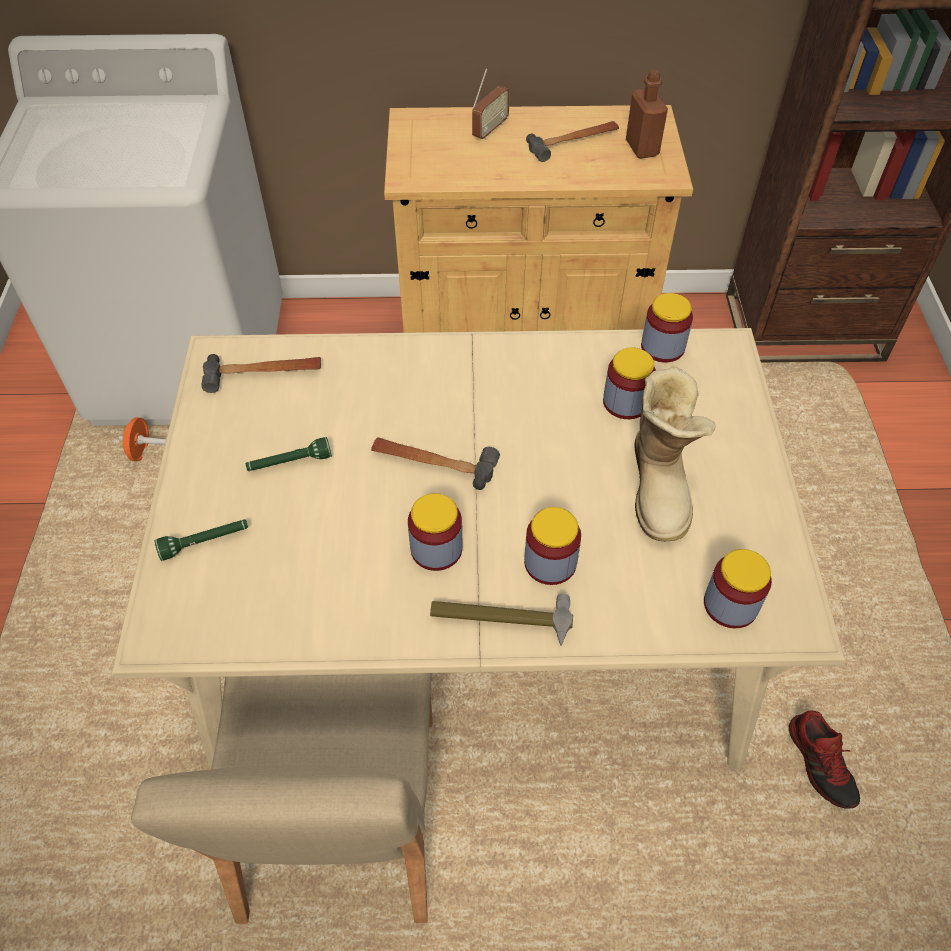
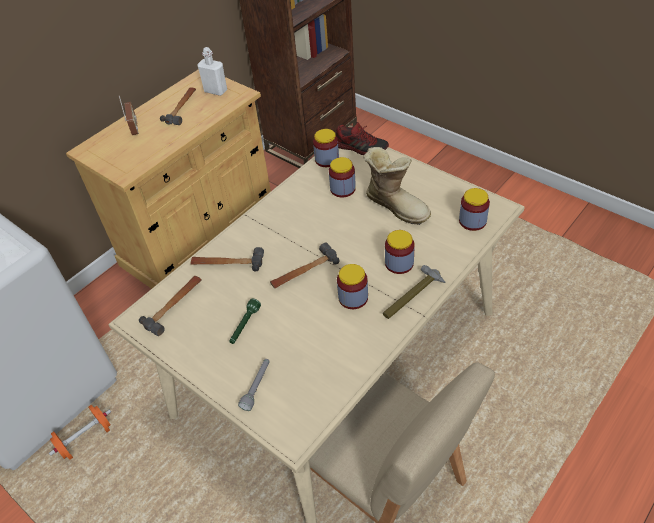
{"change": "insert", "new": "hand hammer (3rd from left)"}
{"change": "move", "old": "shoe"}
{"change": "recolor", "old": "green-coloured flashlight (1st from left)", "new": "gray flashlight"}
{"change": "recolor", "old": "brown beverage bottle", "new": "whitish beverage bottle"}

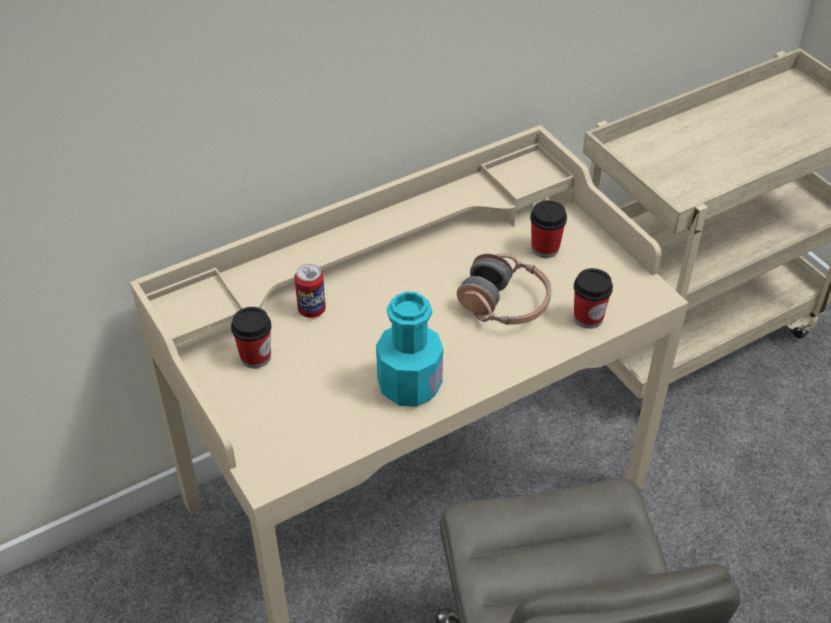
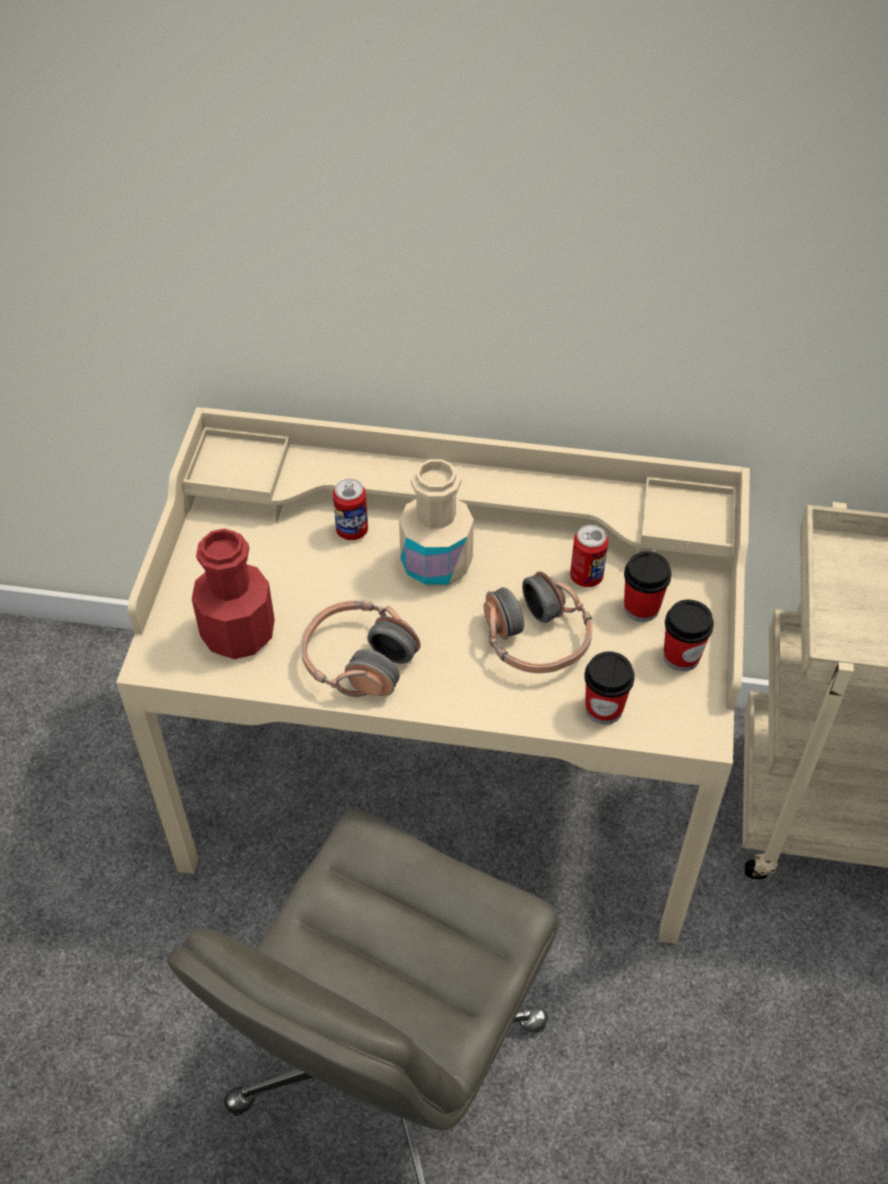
{"change": "insert", "new": "red-coloured beverage bottle"}
{"change": "insert", "new": "beige-coloured beverage bottle"}
{"change": "insert", "new": "can (2nd from left)"}
{"change": "move", "old": "drinking cup (1st from left in the first image)", "new": "drinking cup (3rd from left)"}
{"change": "replace", "old": "blue-green beverage bottle", "new": "headphones (1st from left)"}

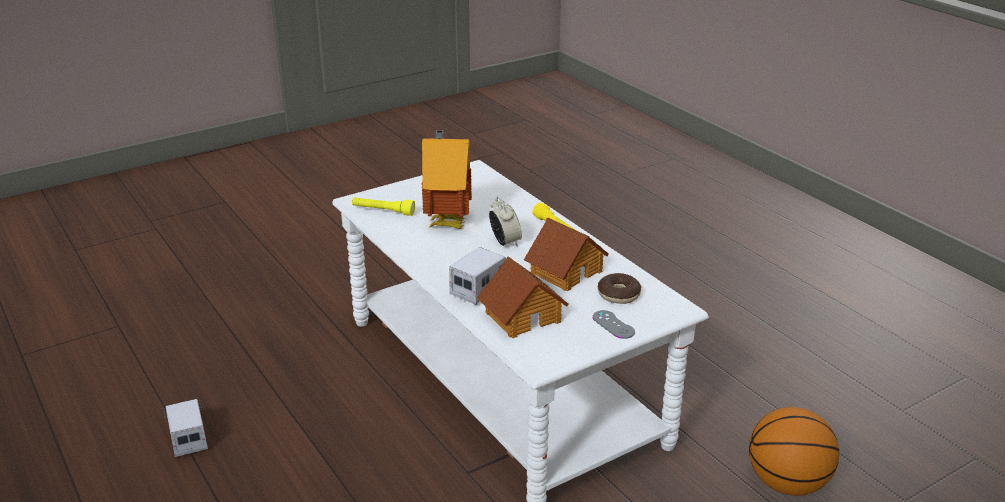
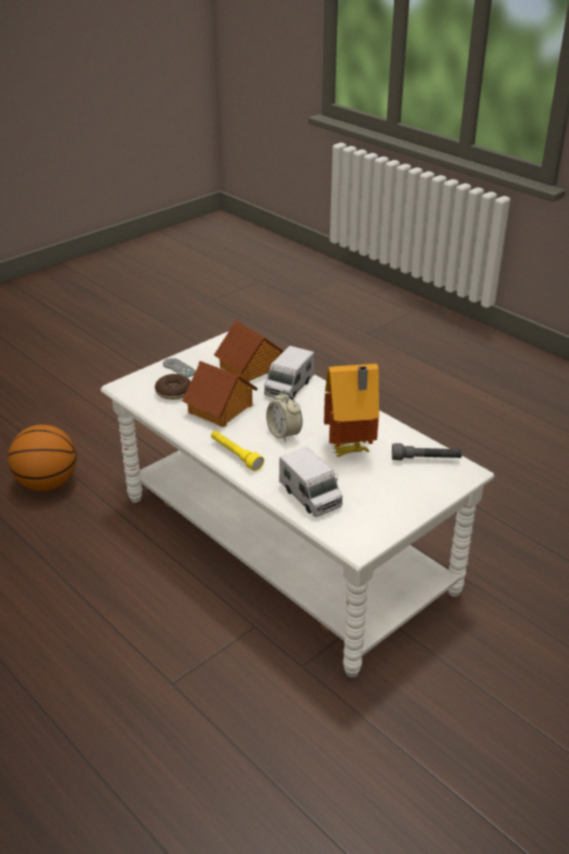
{"change": "move", "old": "toy lorry (1st from left in the first image)", "new": "toy lorry (2nd from left)"}
{"change": "recolor", "old": "yellowish flashlight (1st from left)", "new": "gray flashlight"}

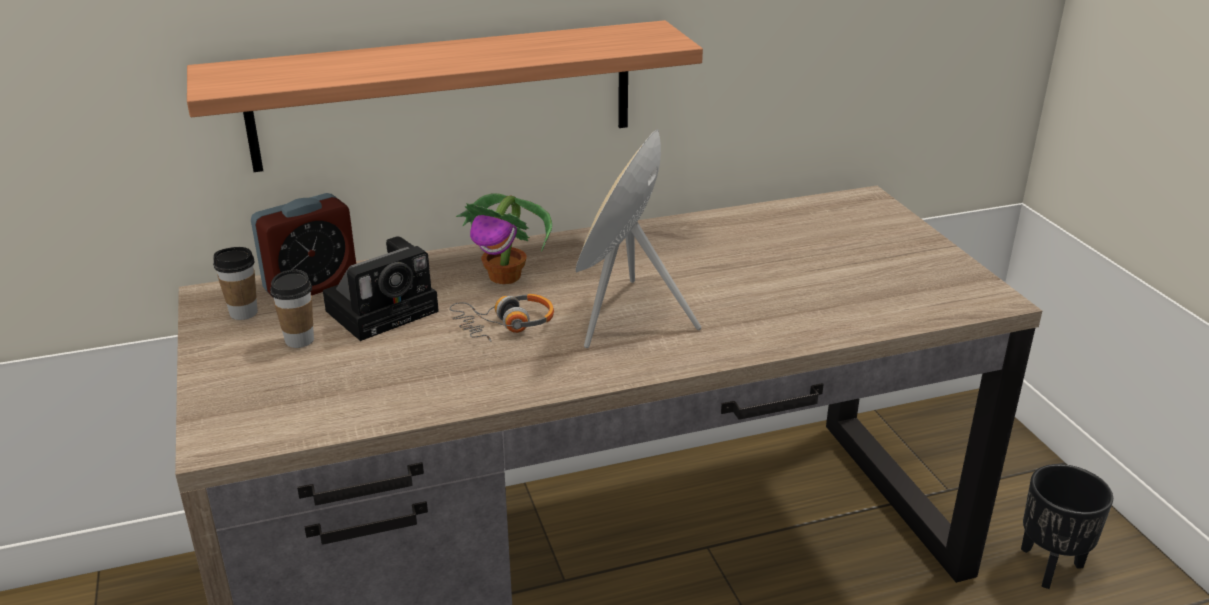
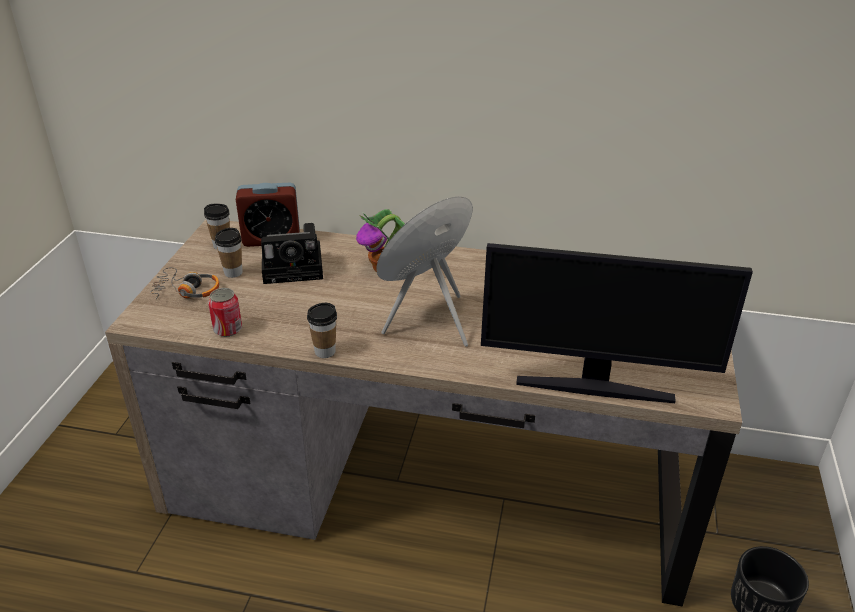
{"change": "delete", "old": "bracket shelf"}
{"change": "insert", "new": "can"}
{"change": "insert", "new": "drinking cup (3rd from left)"}
{"change": "insert", "new": "computer screen"}
{"change": "move", "old": "headphones"}

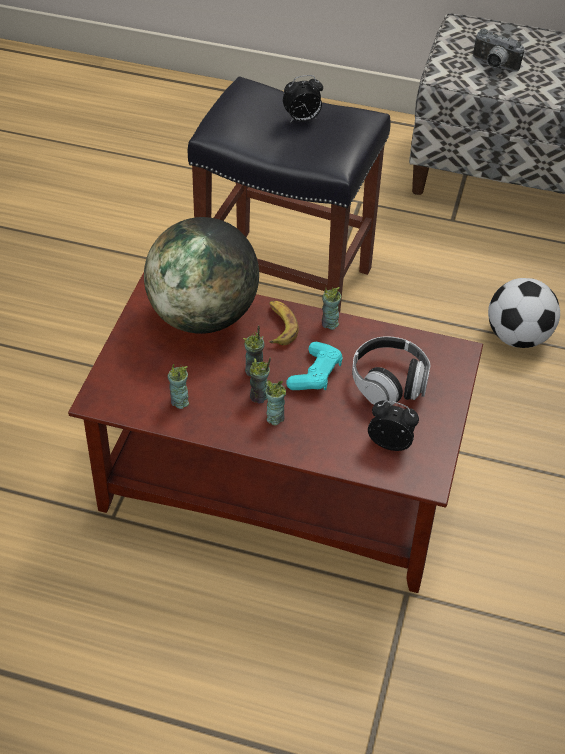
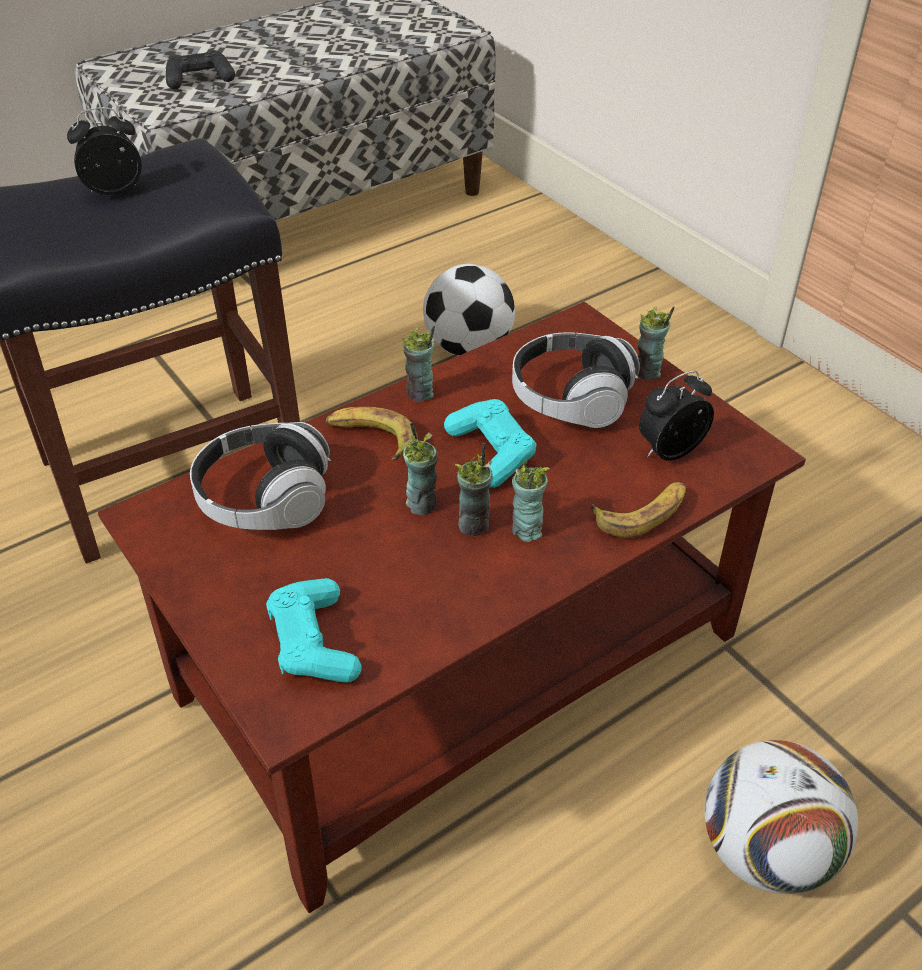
{"change": "insert", "new": "blue-green joypad (1st from left)"}
{"change": "insert", "new": "whole banana (2nd from left)"}
{"change": "insert", "new": "ball for football (2nd from left)"}
{"change": "move", "old": "drinking cup (1st from left in the first image)", "new": "drinking cup (5th from left)"}
{"change": "replace", "old": "world globe", "new": "headphones (1st from left)"}
{"change": "replace", "old": "photo camera", "new": "black joypad"}
{"change": "rotate", "old": "bedside clock (1st from left)", "degrees": -135}

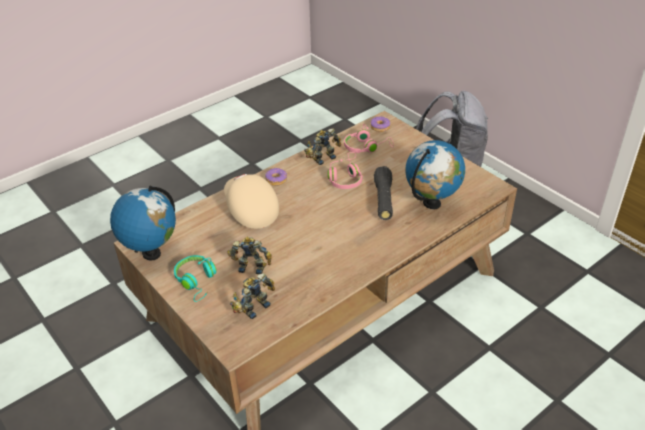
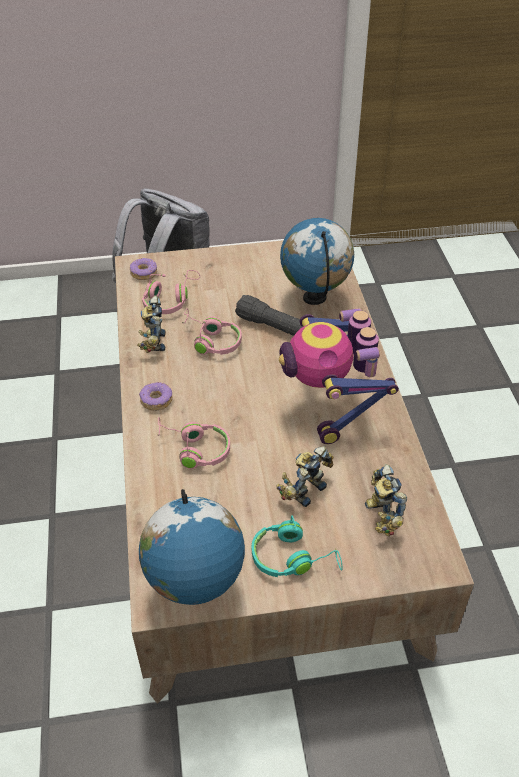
{"change": "insert", "new": "model robot (3rd from left)"}
{"change": "replace", "old": "beige-coloured cap", "new": "pinkish headphones (2nd from left)"}

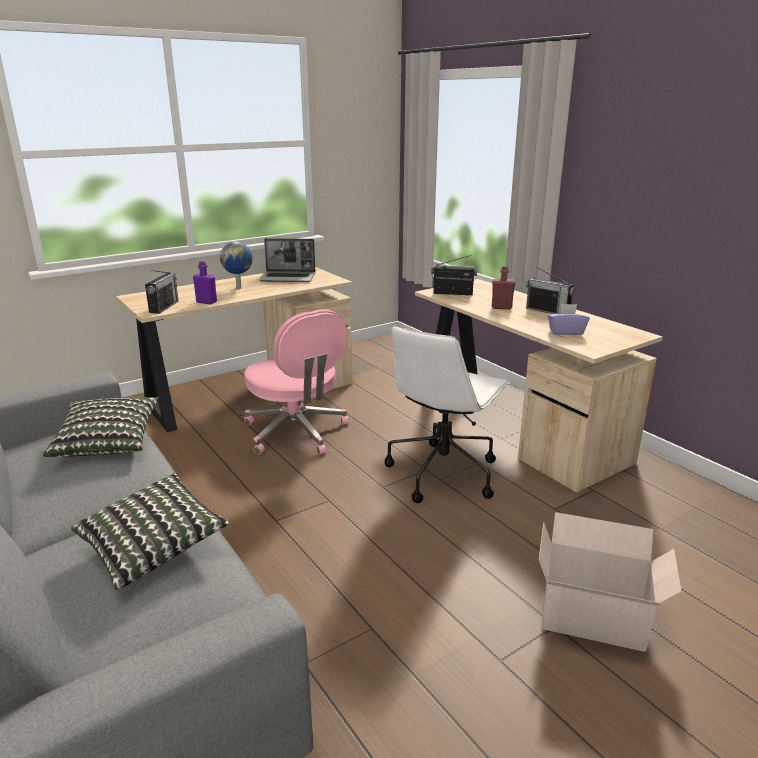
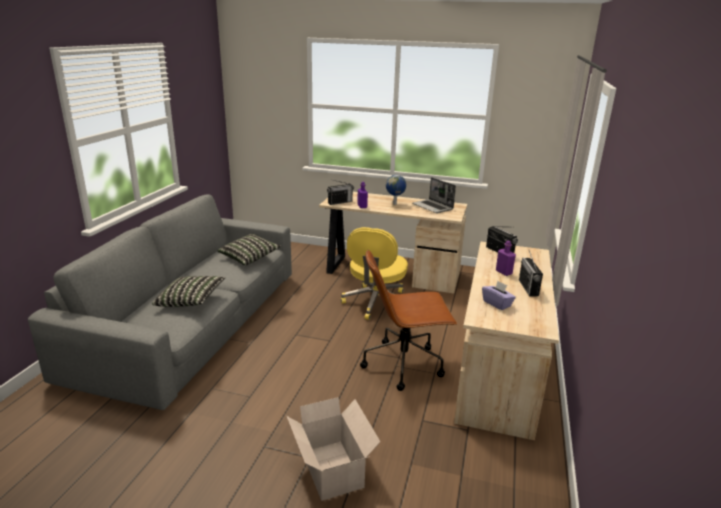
{"change": "recolor", "old": "pinkish office chair", "new": "yellowish office chair"}
{"change": "recolor", "old": "whitish office chair", "new": "brown office chair"}
{"change": "recolor", "old": "red-coloured beverage bottle", "new": "purple-coloured beverage bottle (2nd from left)"}

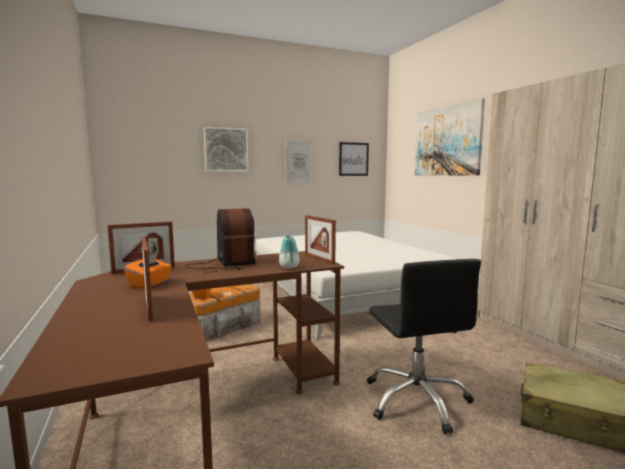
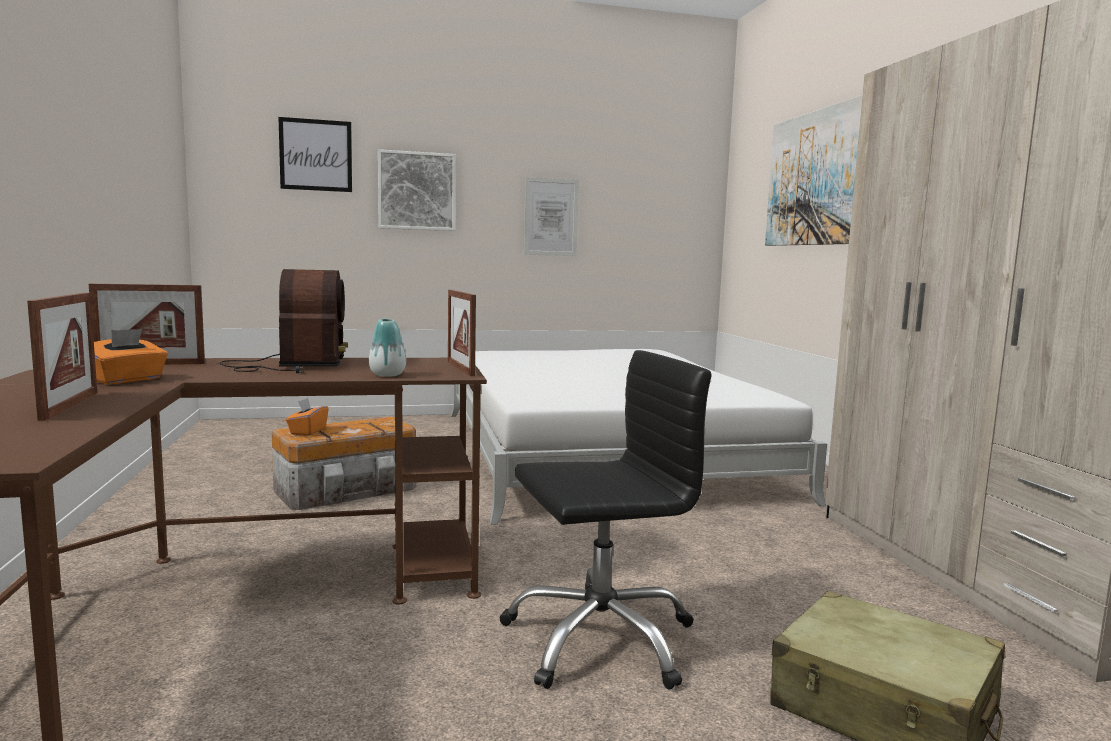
{"change": "move", "old": "picture (3rd from left in the first image)", "new": "picture (1st from left)"}
{"change": "rotate", "old": "black office chair", "degrees": -105}

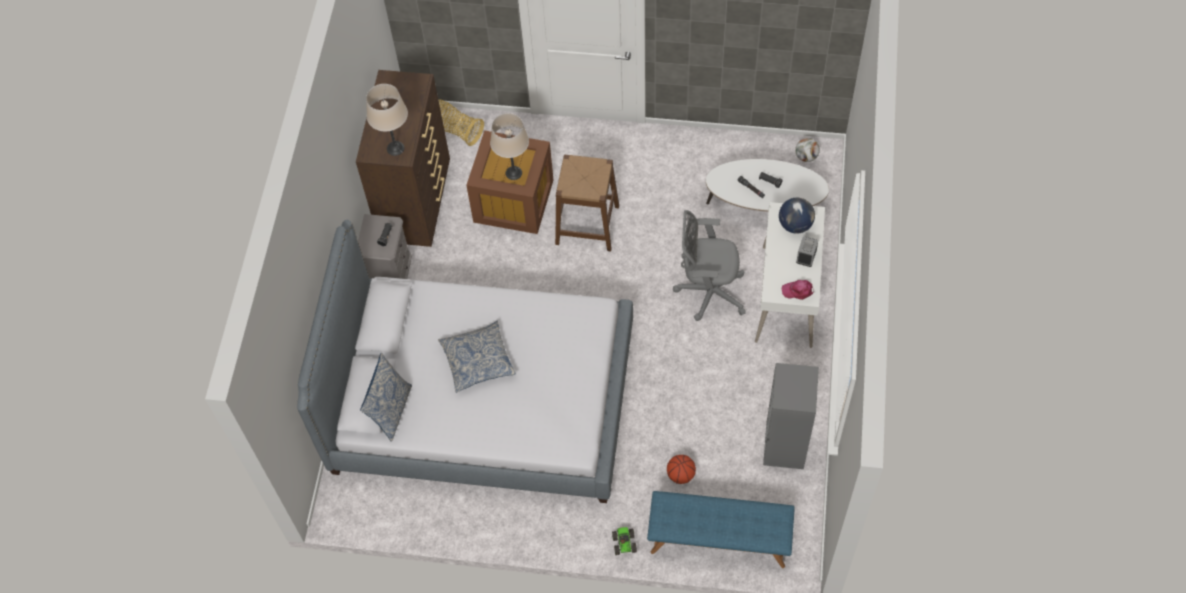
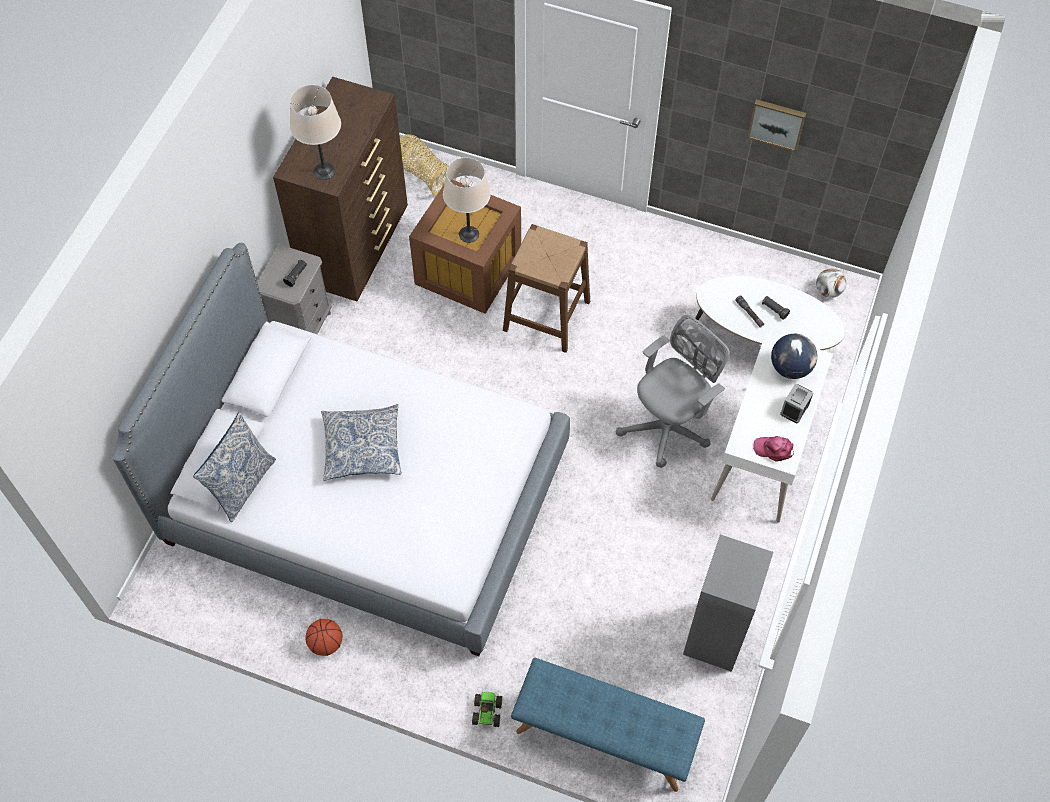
{"change": "insert", "new": "picture"}
{"change": "move", "old": "basketball"}
{"change": "rotate", "old": "gray office chair", "degrees": 120}

